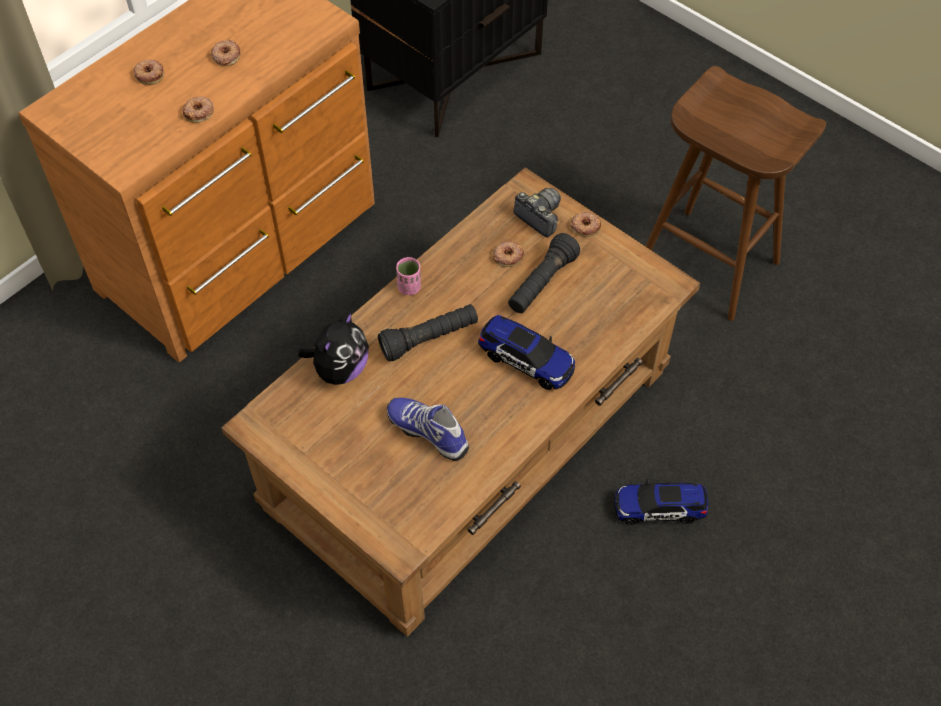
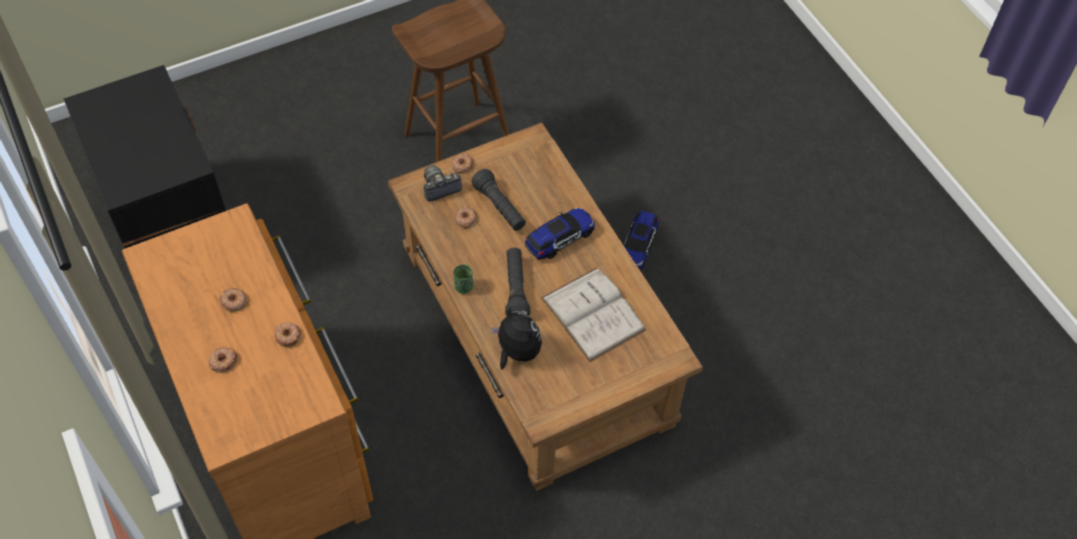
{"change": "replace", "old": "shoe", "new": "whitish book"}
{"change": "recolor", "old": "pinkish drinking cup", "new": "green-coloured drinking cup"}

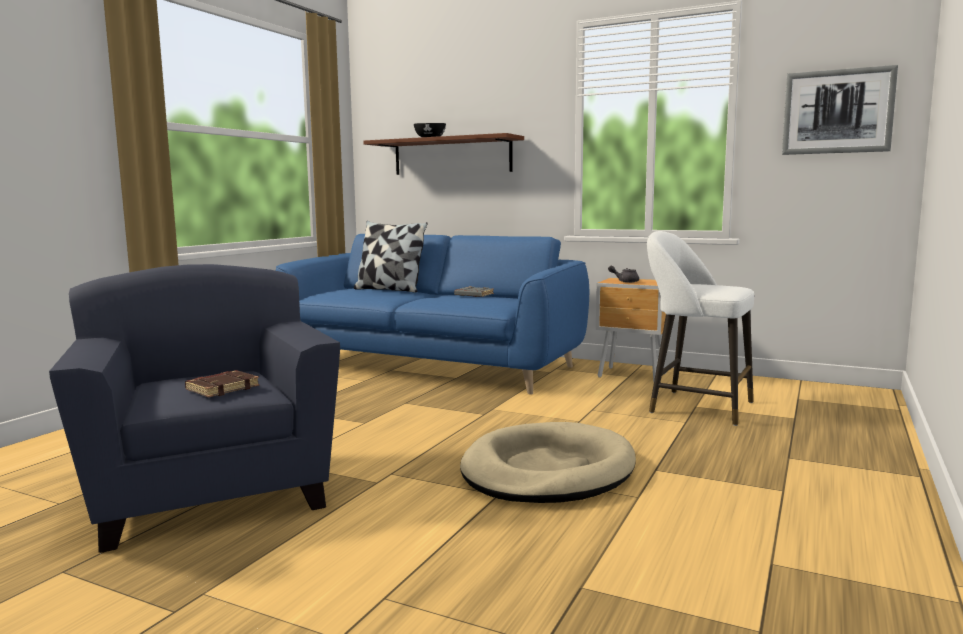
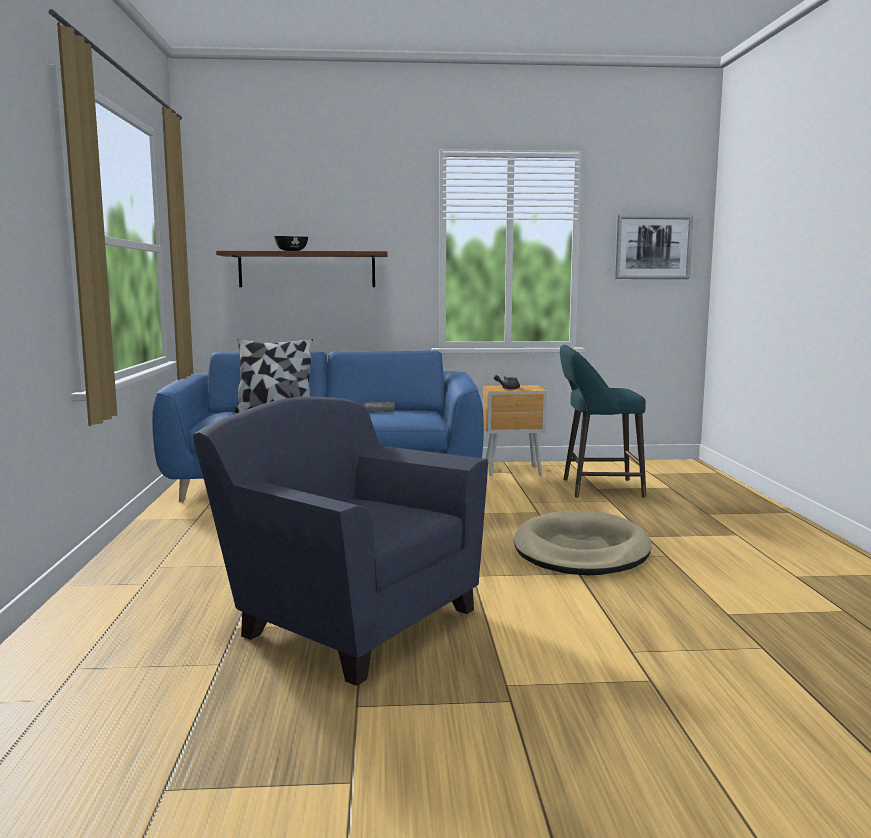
{"change": "delete", "old": "brown book"}
{"change": "recolor", "old": "whitish sitting stool", "new": "blue-green sitting stool"}

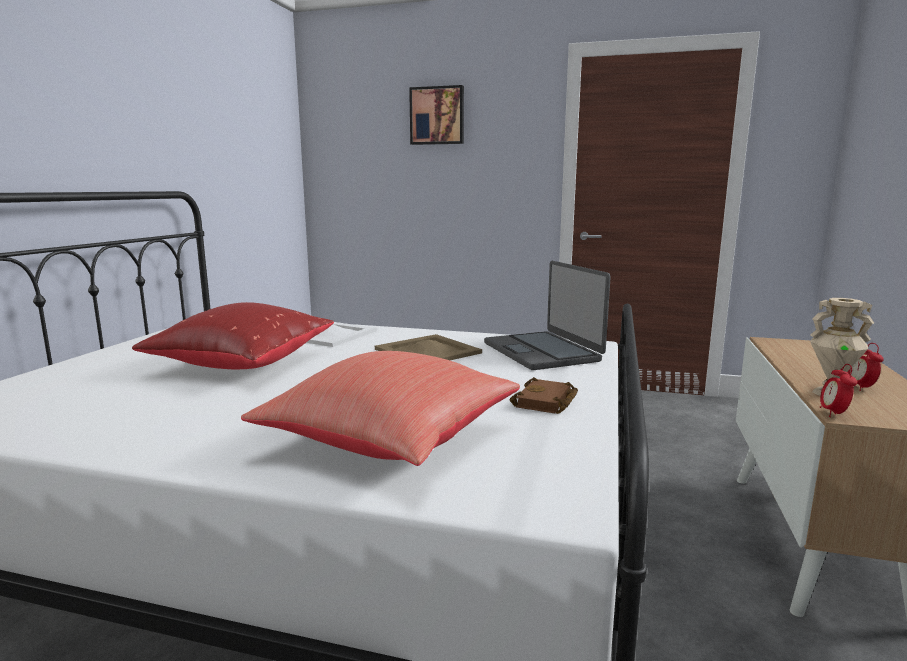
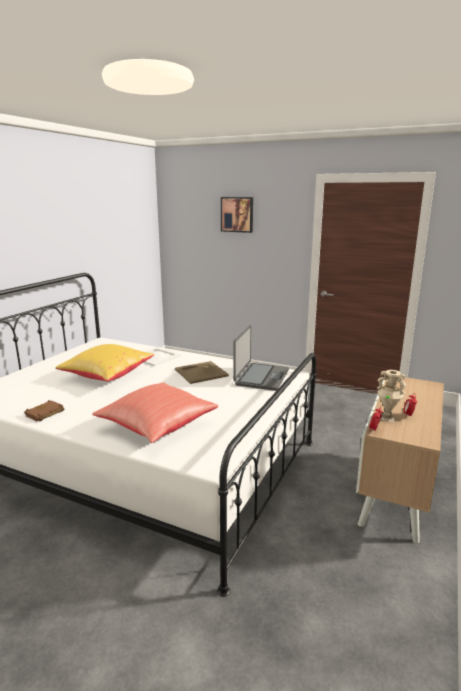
{"change": "move", "old": "brown book"}
{"change": "recolor", "old": "red-coloured cushion (1st from left)", "new": "yellowish cushion"}
{"change": "rotate", "old": "laptop", "degrees": -150}

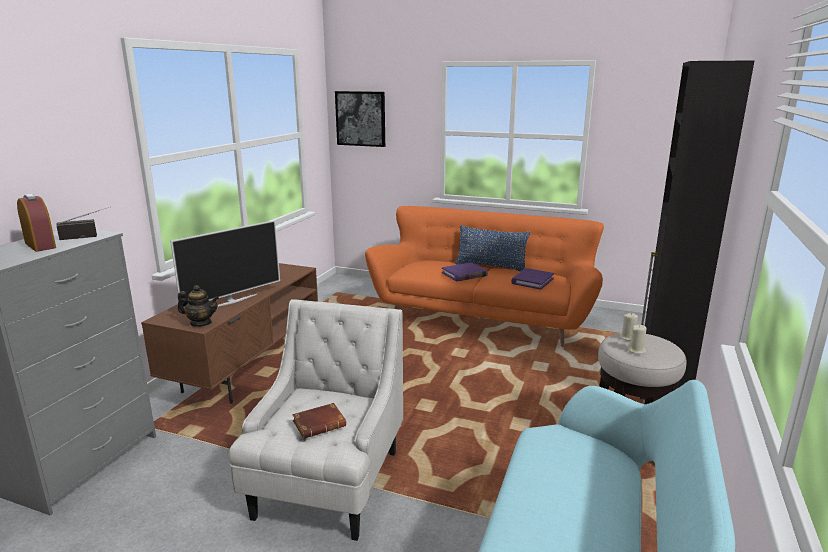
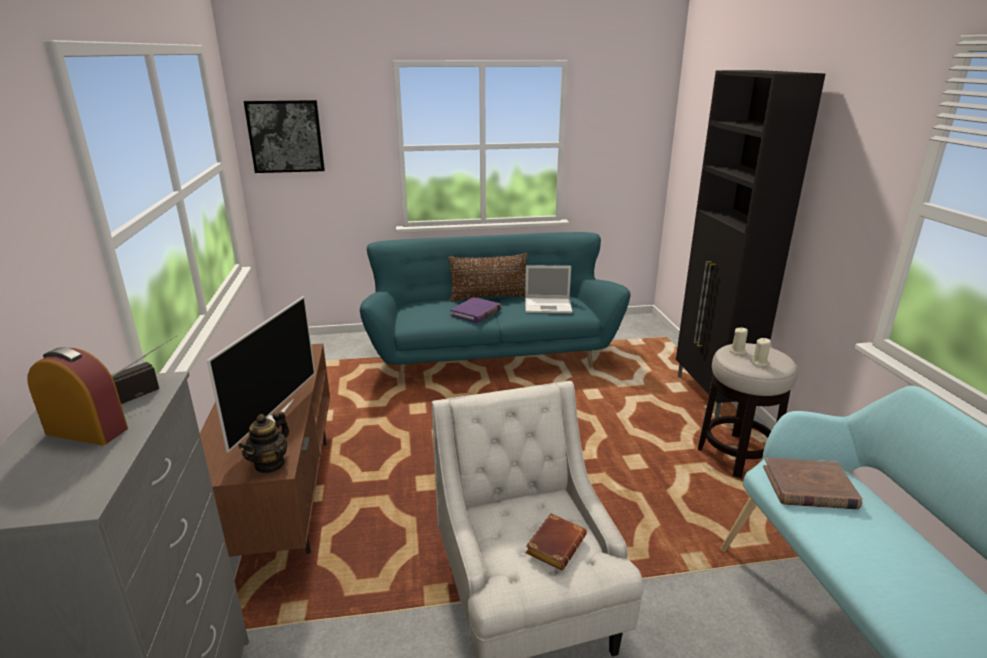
{"change": "insert", "new": "brown book (2nd from left)"}
{"change": "replace", "old": "purple-coloured book (2nd from left)", "new": "laptop"}
{"change": "recolor", "old": "orange sofa", "new": "blue-green sofa"}
{"change": "recolor", "old": "blue cushion", "new": "brown cushion"}
{"change": "rotate", "old": "teapot", "degrees": 135}

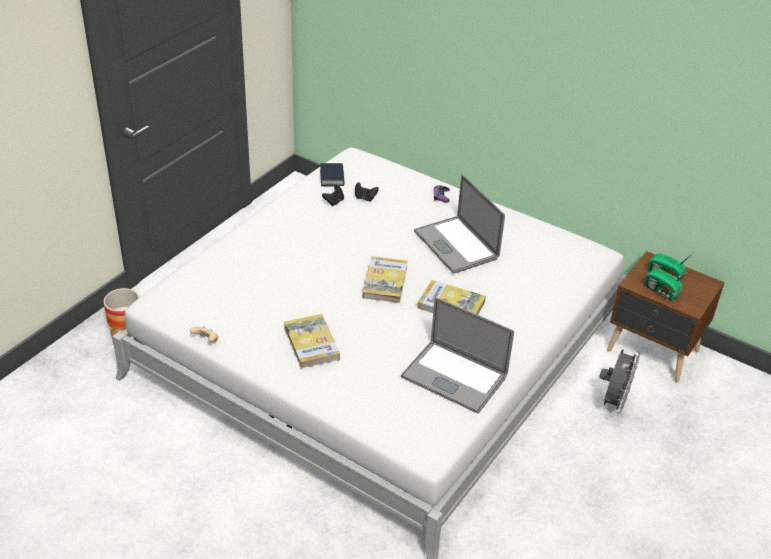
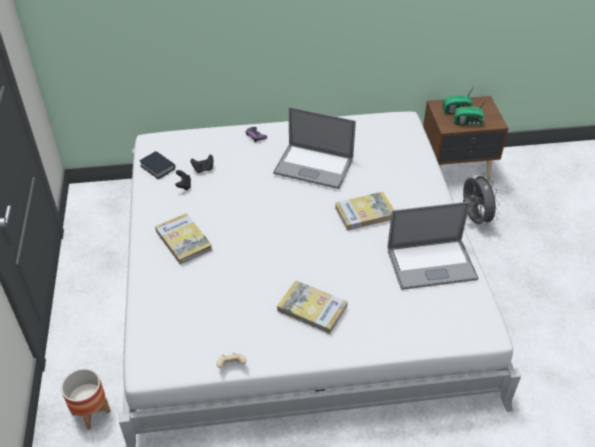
{"change": "move", "old": "book (3rd from left in the first image)", "new": "book (2nd from left)"}

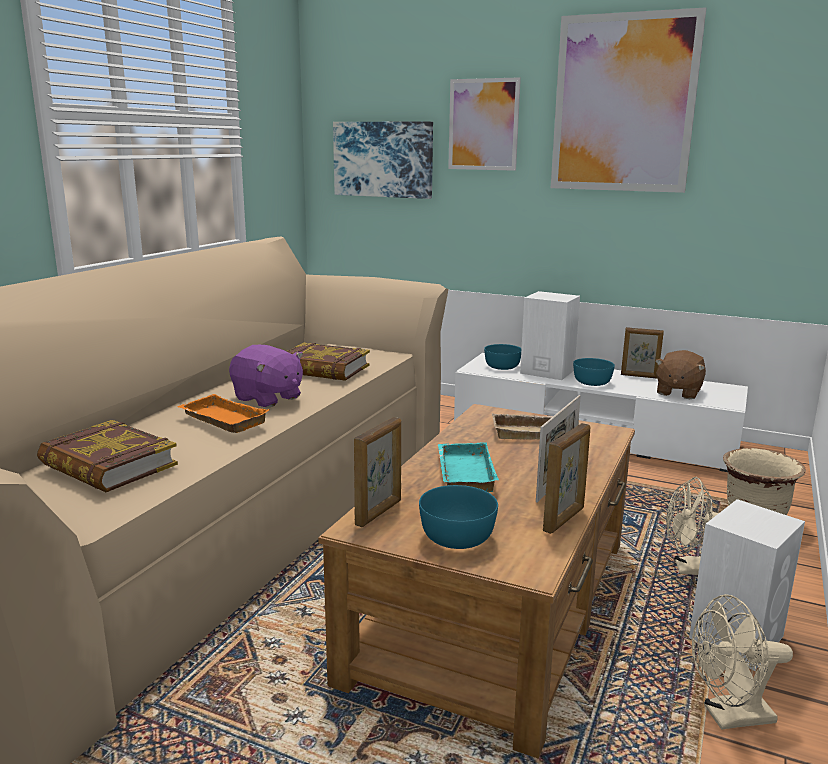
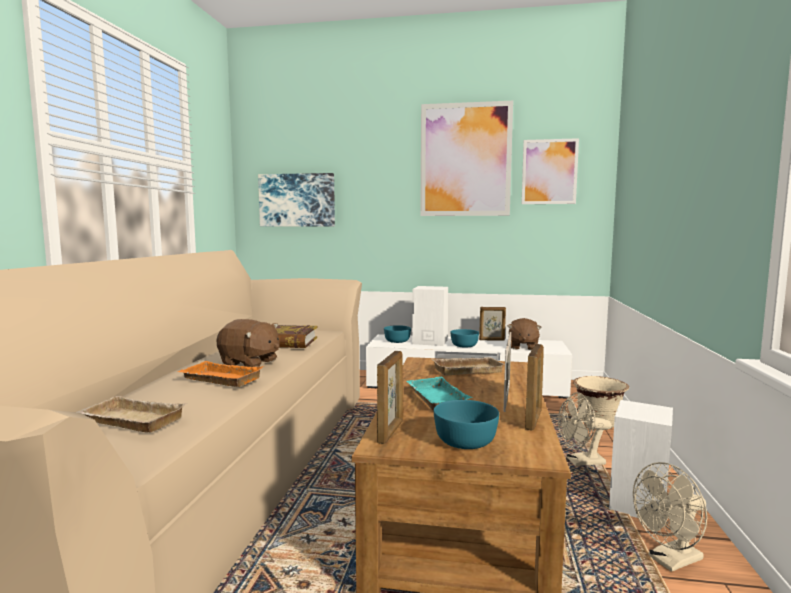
{"change": "move", "old": "picture (2nd from left in the first image)", "new": "picture (3rd from left)"}
{"change": "replace", "old": "book (1st from left)", "new": "beige-coloured tray (1st from left)"}
{"change": "recolor", "old": "purple-coloured cuddly toy", "new": "brown cuddly toy (1st from left)"}

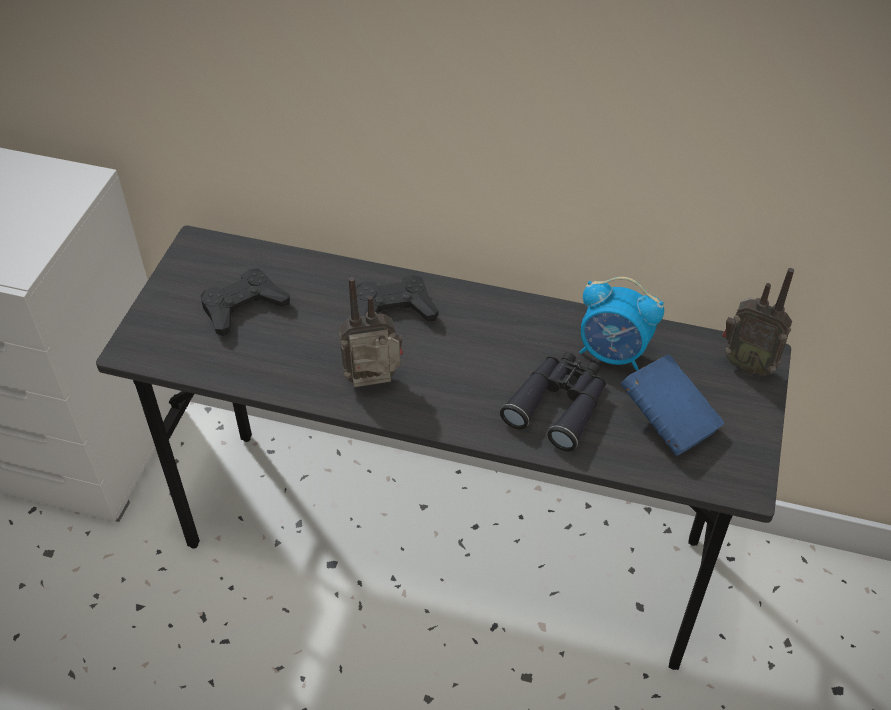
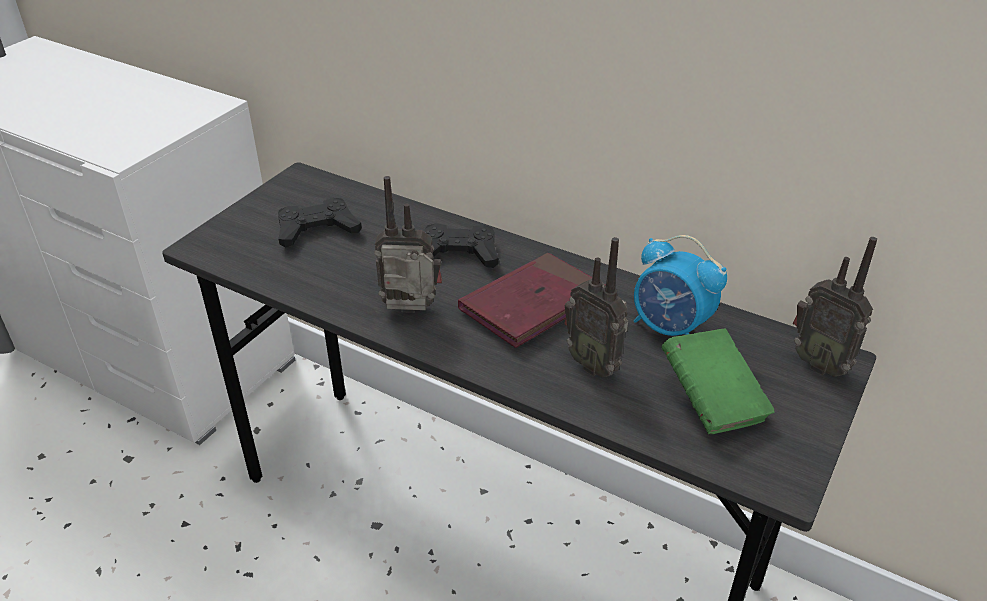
{"change": "insert", "new": "red-coloured book"}
{"change": "replace", "old": "black binoculars", "new": "radio receiver (2nd from left)"}
{"change": "recolor", "old": "blue book", "new": "green-coloured book"}

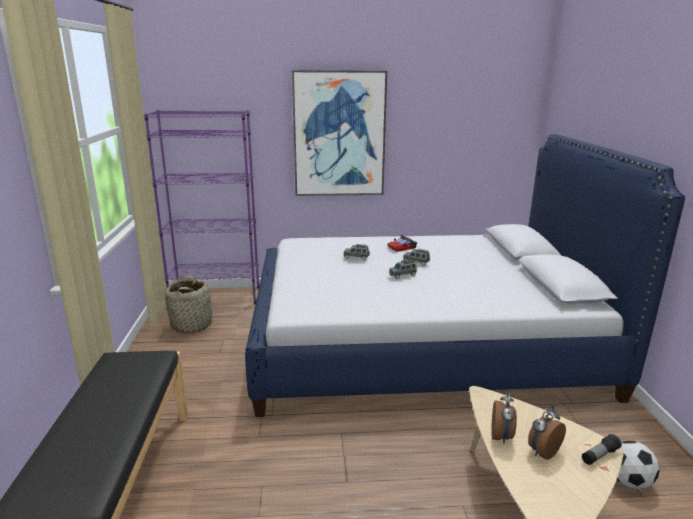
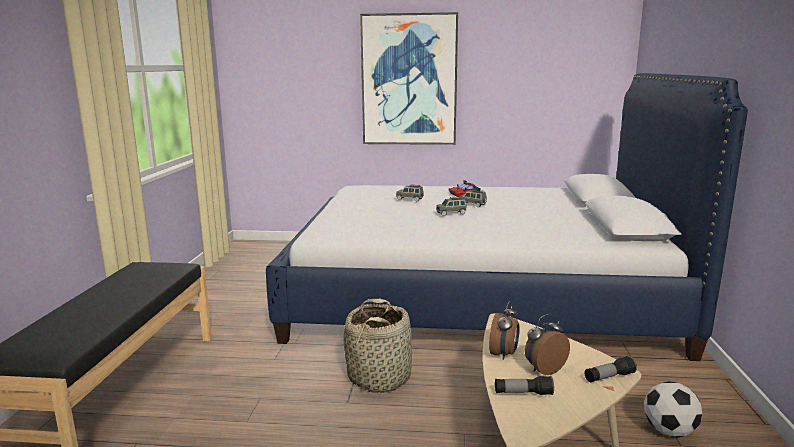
{"change": "delete", "old": "purple-coloured bookshelf"}
{"change": "insert", "new": "flashlight (1st from left)"}
{"change": "move", "old": "storage basket"}

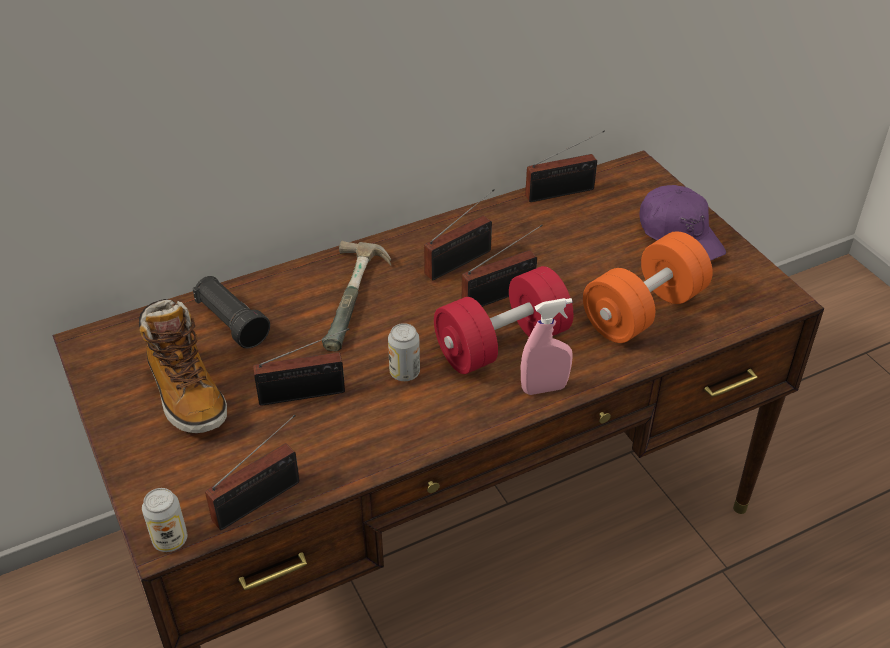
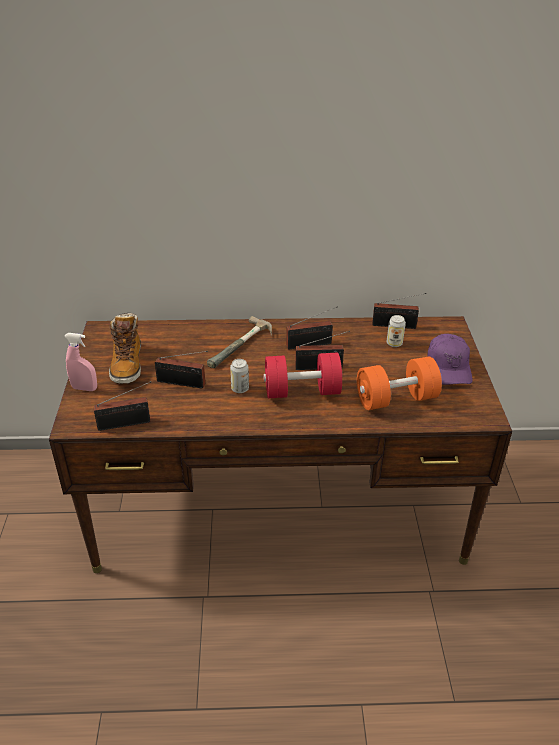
{"change": "delete", "old": "black flashlight"}
{"change": "move", "old": "can (1st from left in the first image)", "new": "can (2nd from left)"}
{"change": "move", "old": "pinkish hand sprayer"}

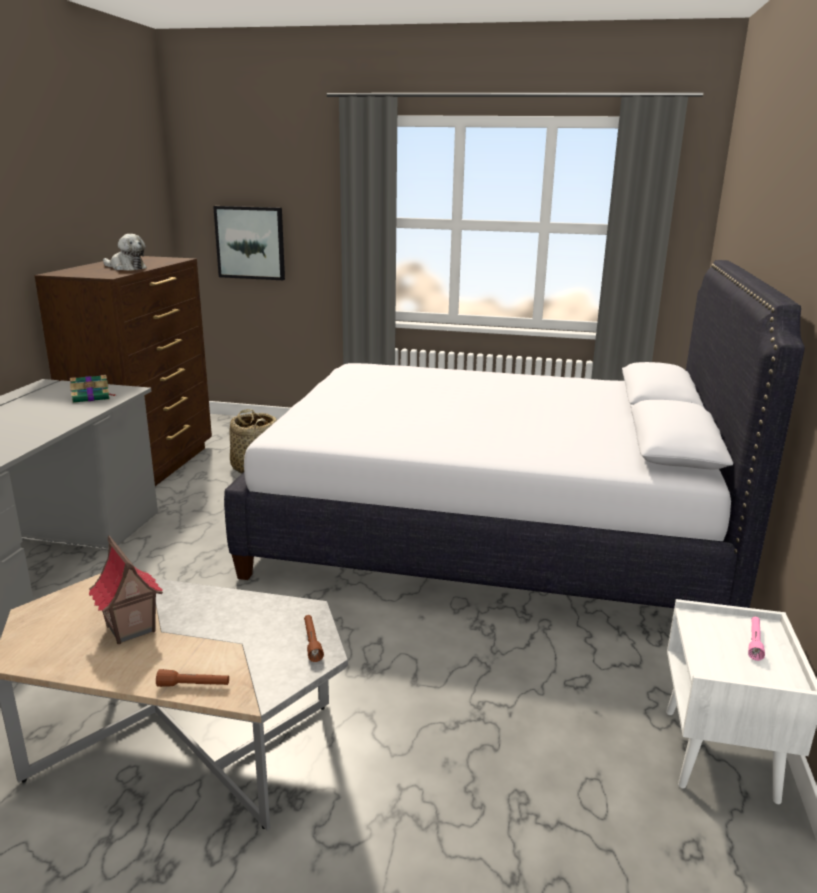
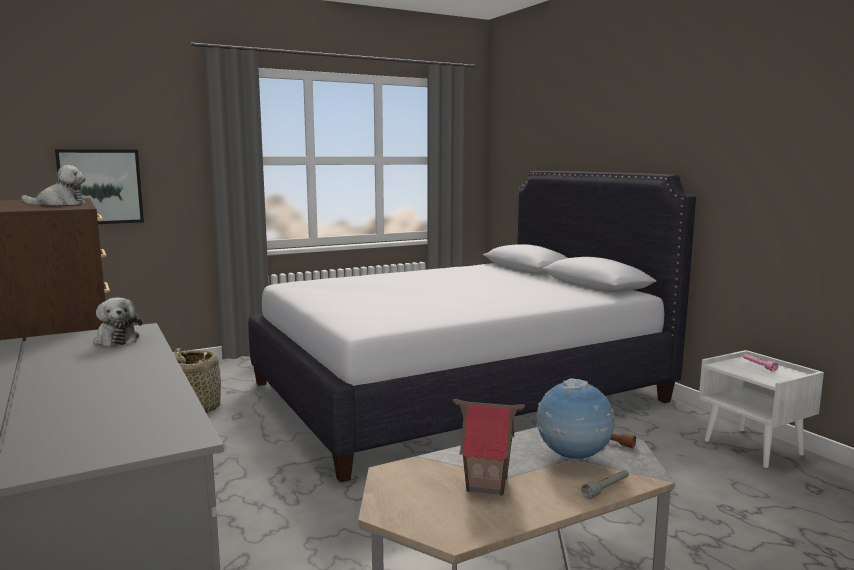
{"change": "insert", "new": "world globe"}
{"change": "replace", "old": "book", "new": "cuddly toy (2nd from left)"}
{"change": "recolor", "old": "brown flashlight (1st from left)", "new": "gray flashlight"}

